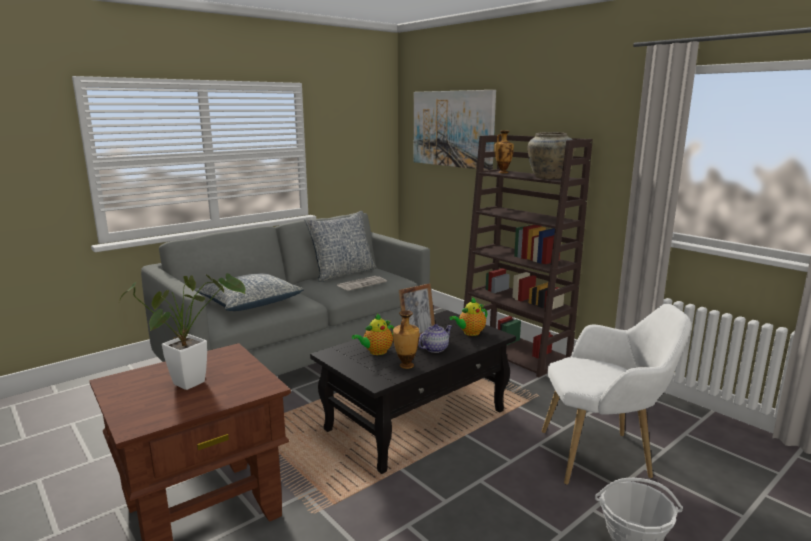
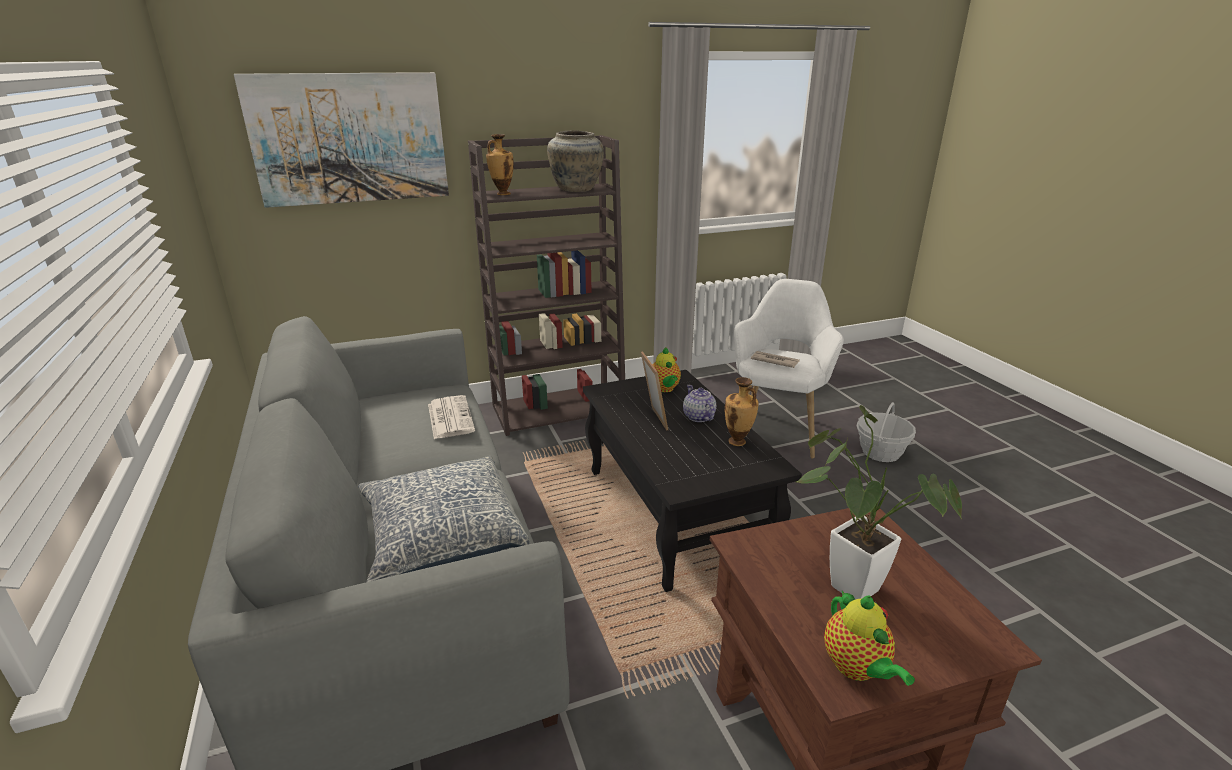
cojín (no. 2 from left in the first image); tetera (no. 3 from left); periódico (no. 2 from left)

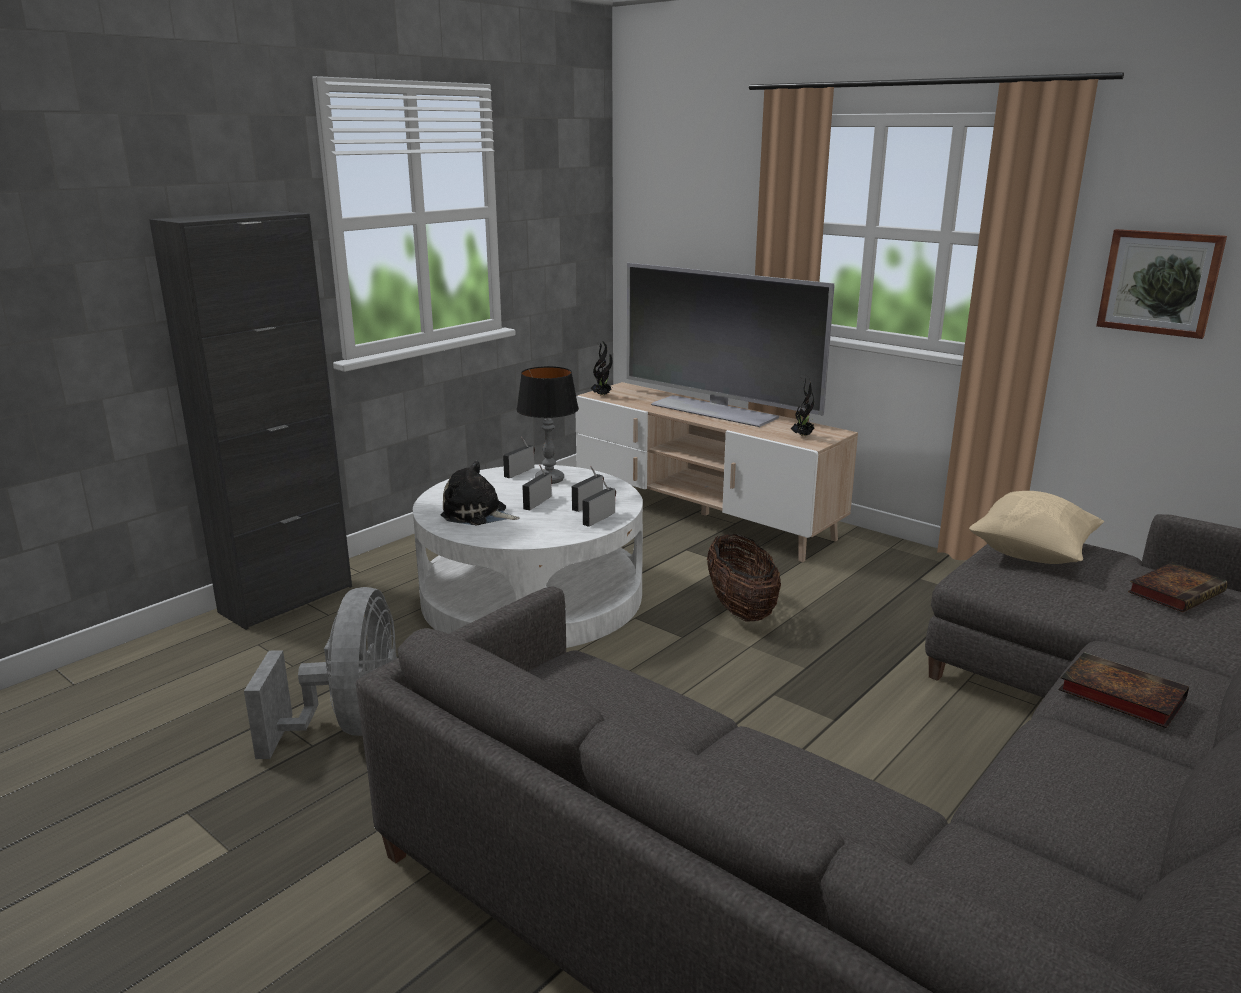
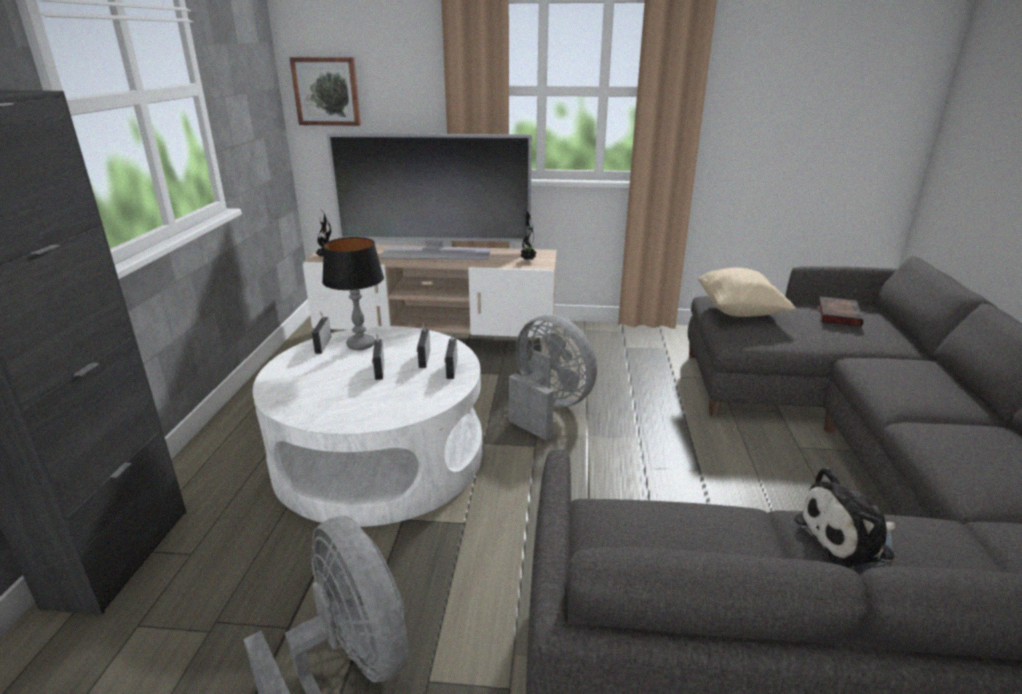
cuadro; peluche; ventilador/gris (no. 2 from left); libro (no. 1 from left in the first image)

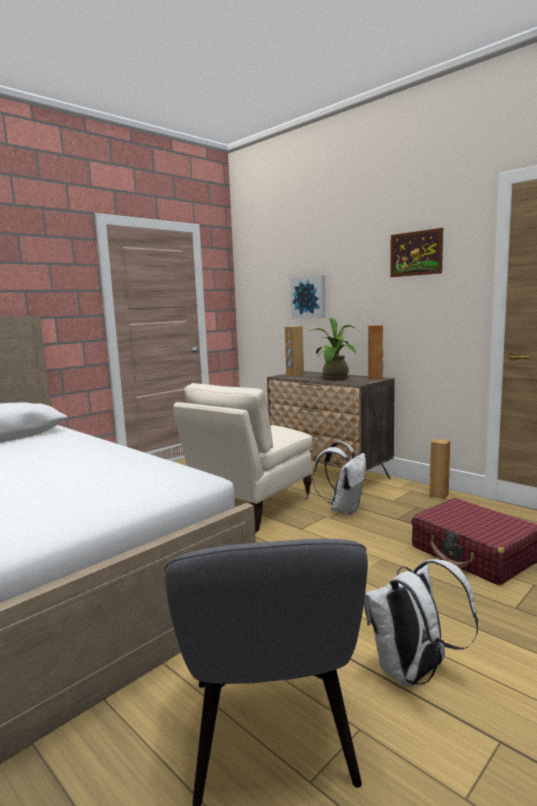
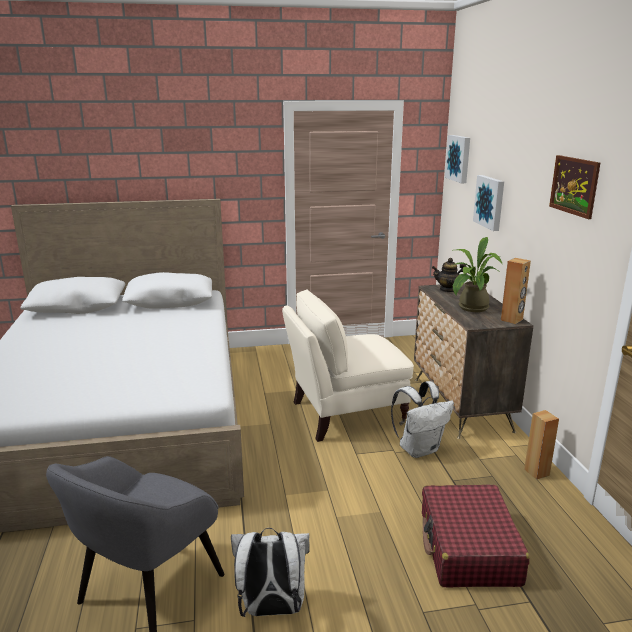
tetera; cuadro (no. 1 from left)

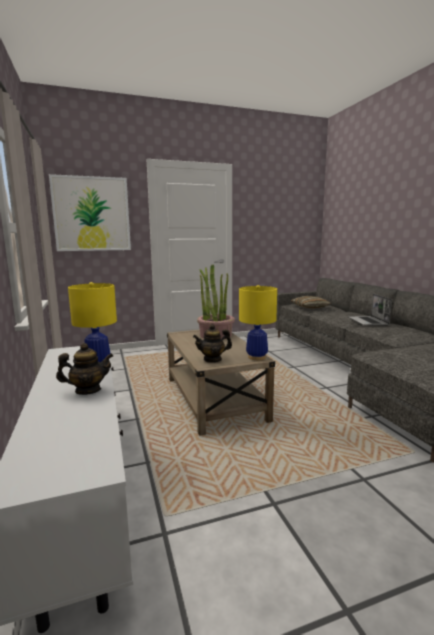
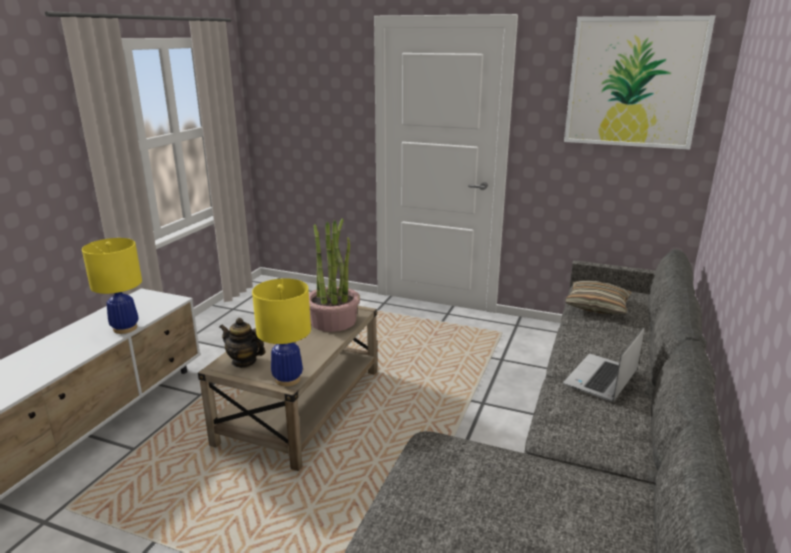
cuadro; tetera (no. 1 from left in the first image)

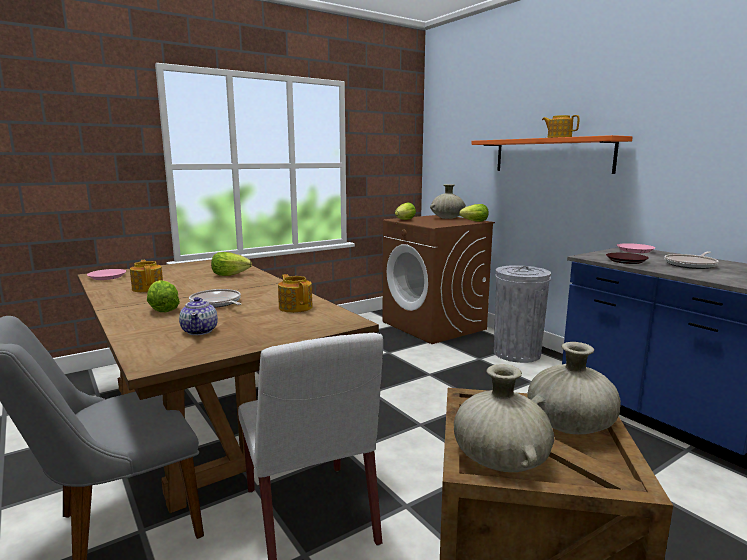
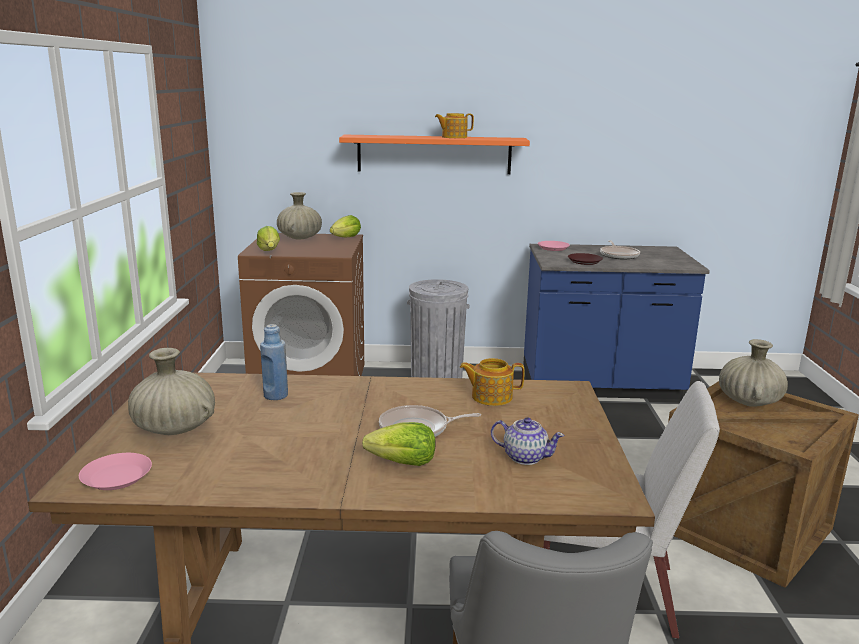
botella/azul; tetera (no. 1 from left in the first image); florero/beis (no. 1 from left)

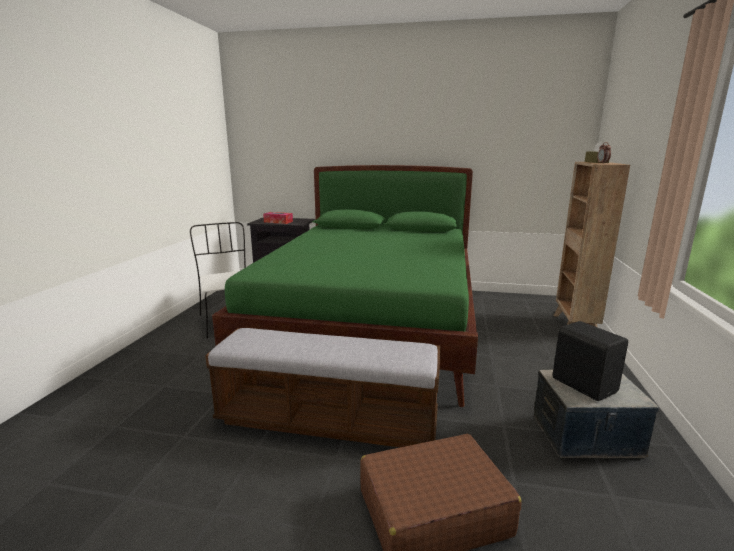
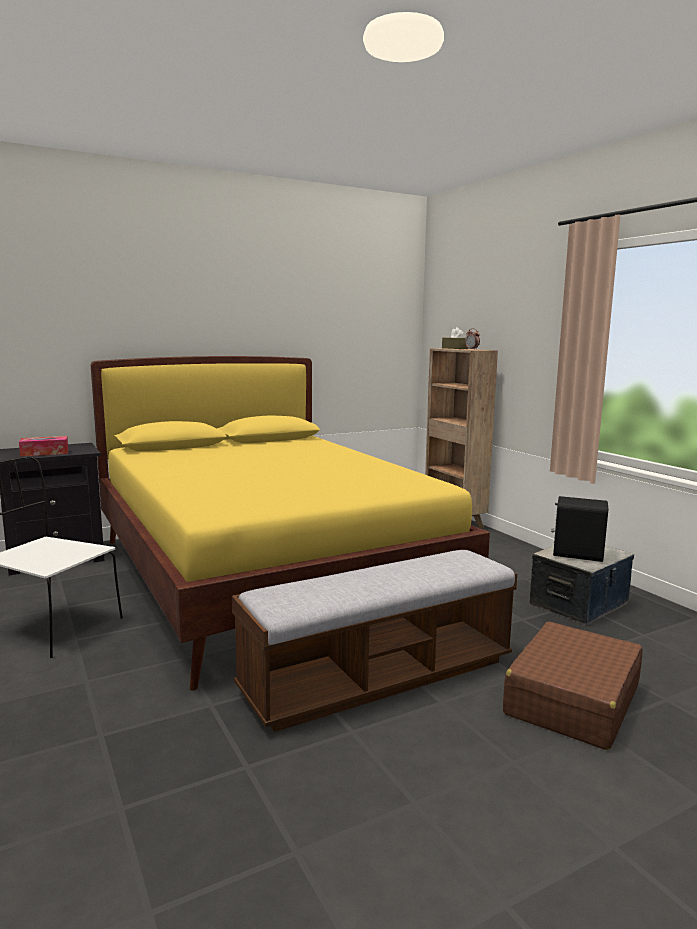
cama/amarillo

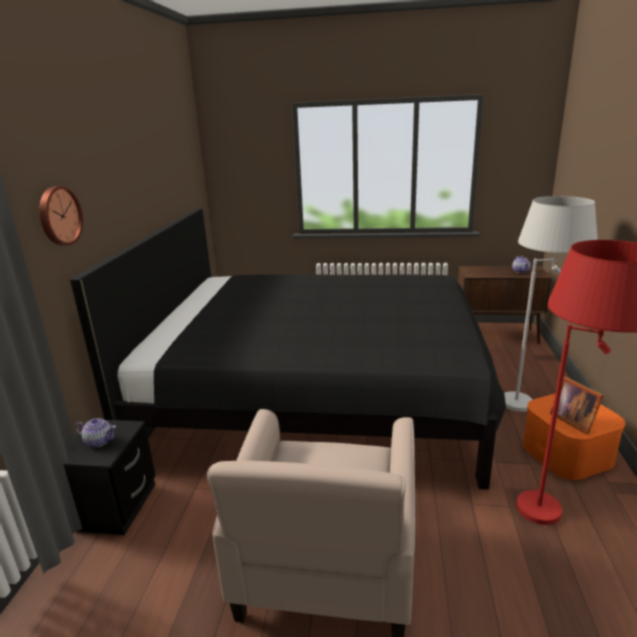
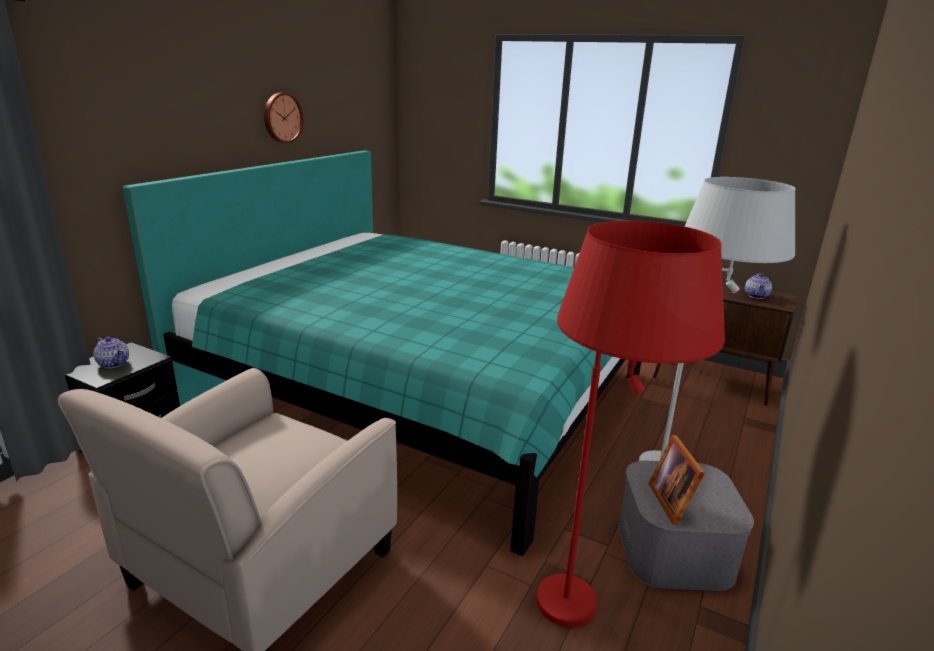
reloj de pared; cama/turquesa; caja de almacenaje/gris

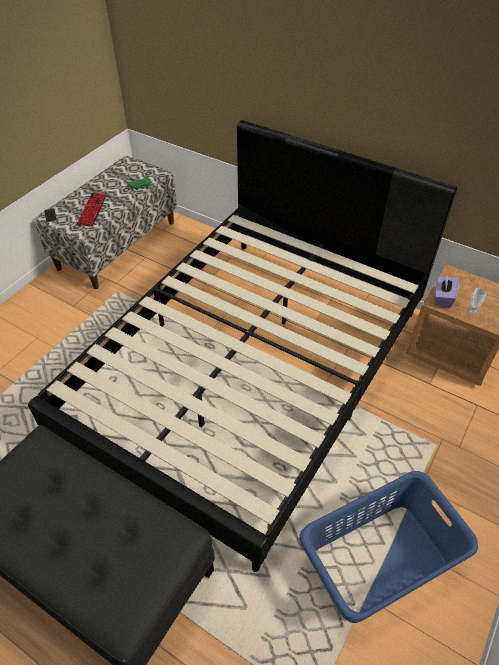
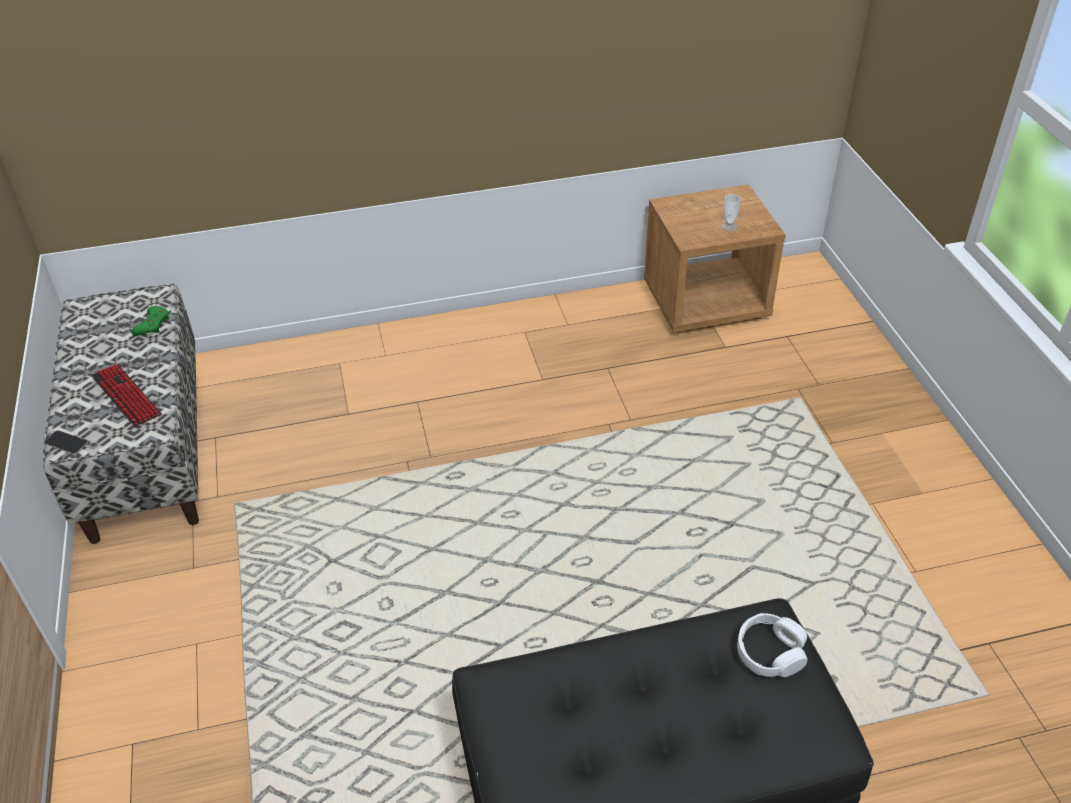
cama/negro; caja de pañuelos/morado; cesto de la ropa/azul; auriculares/blanco

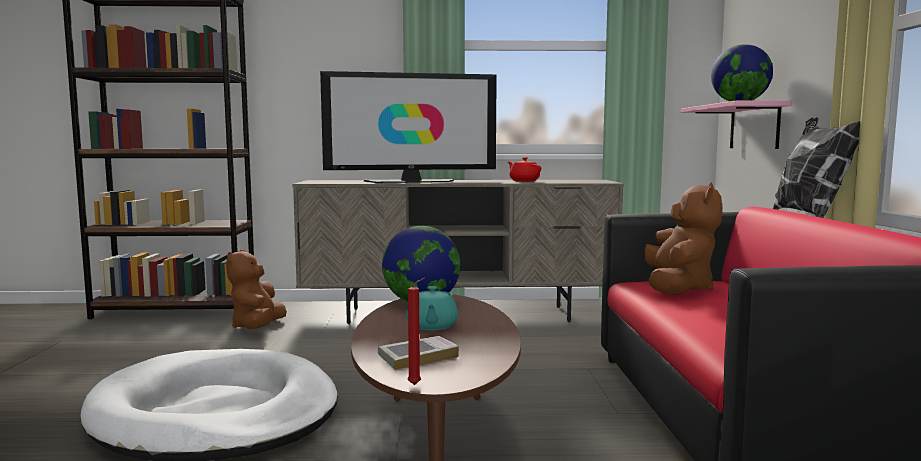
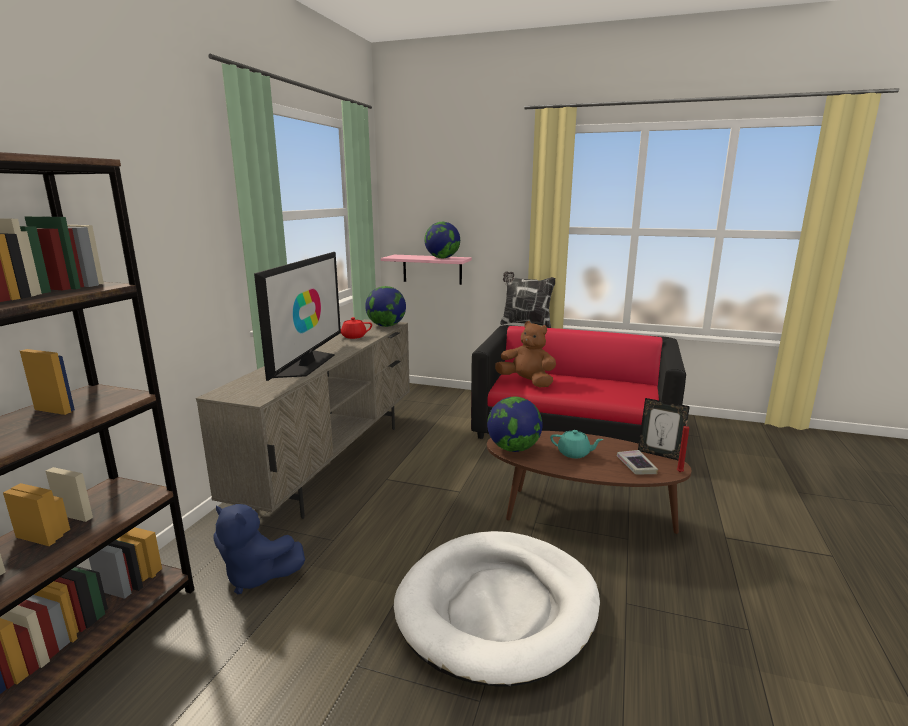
peluche/azul; globo terráqueo (no. 1 from left); portarretratos

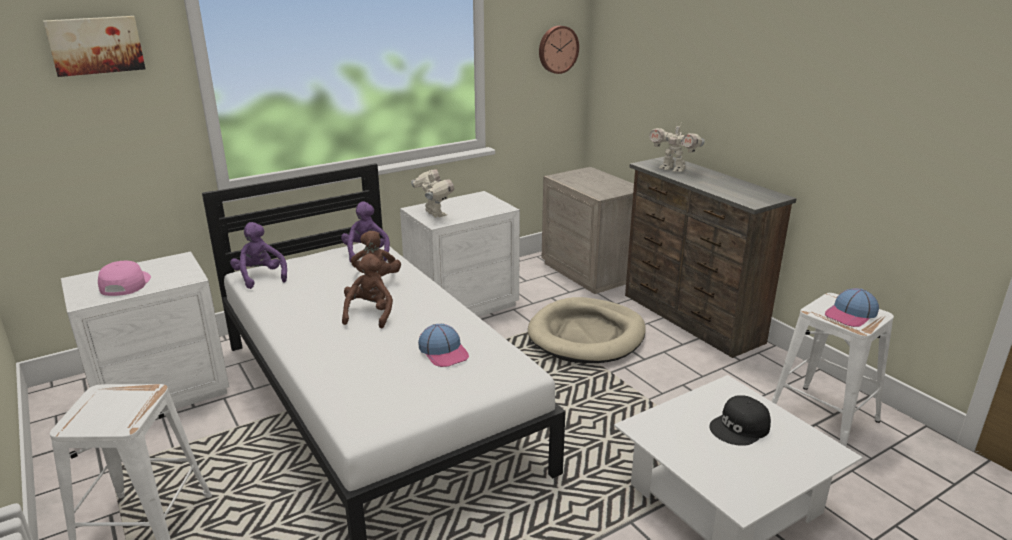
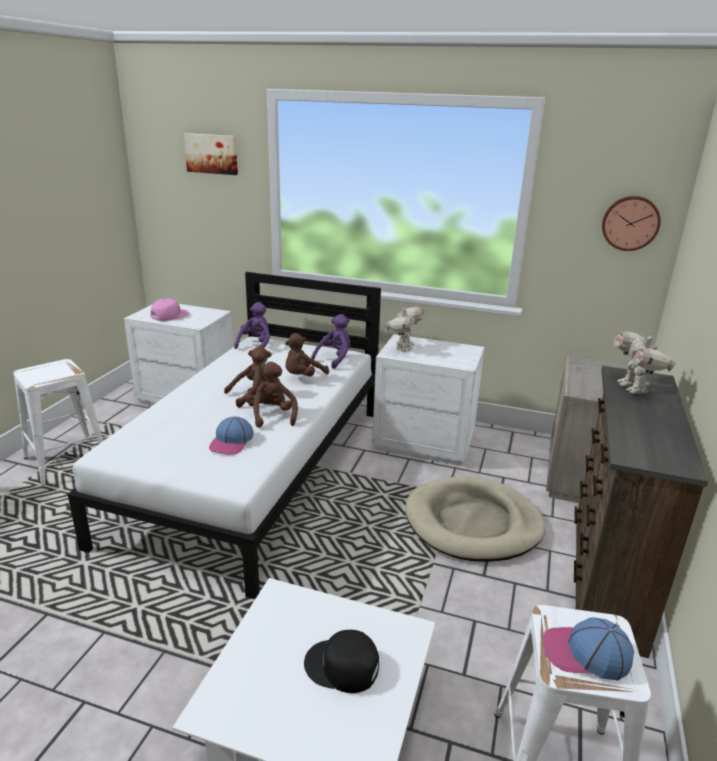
peluche/marrón (no. 2 from left)

